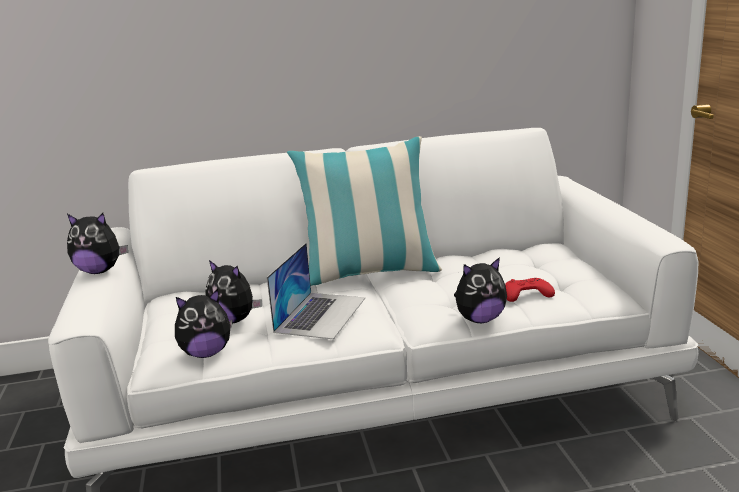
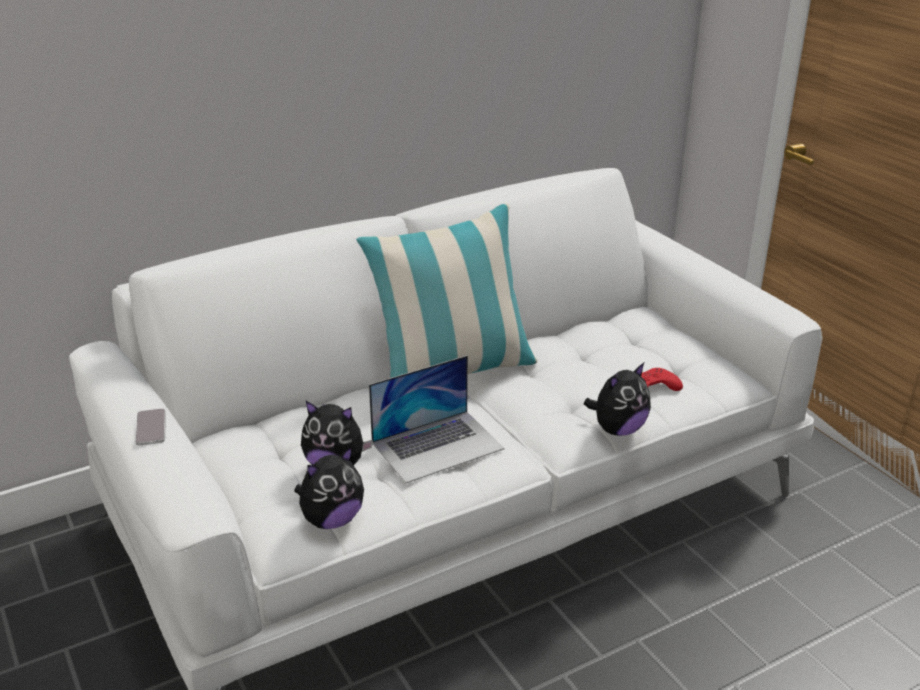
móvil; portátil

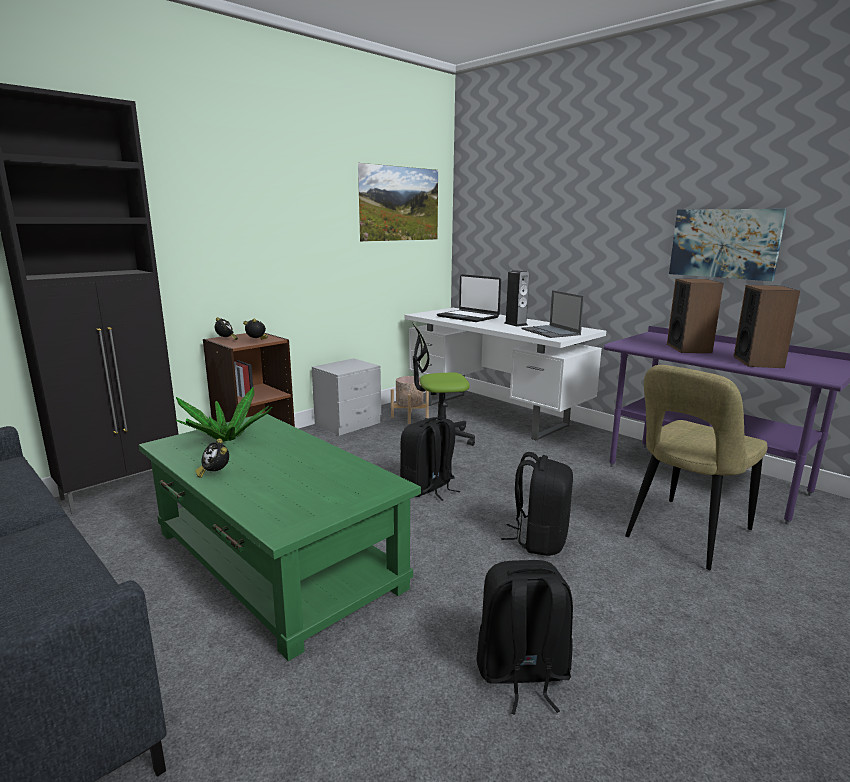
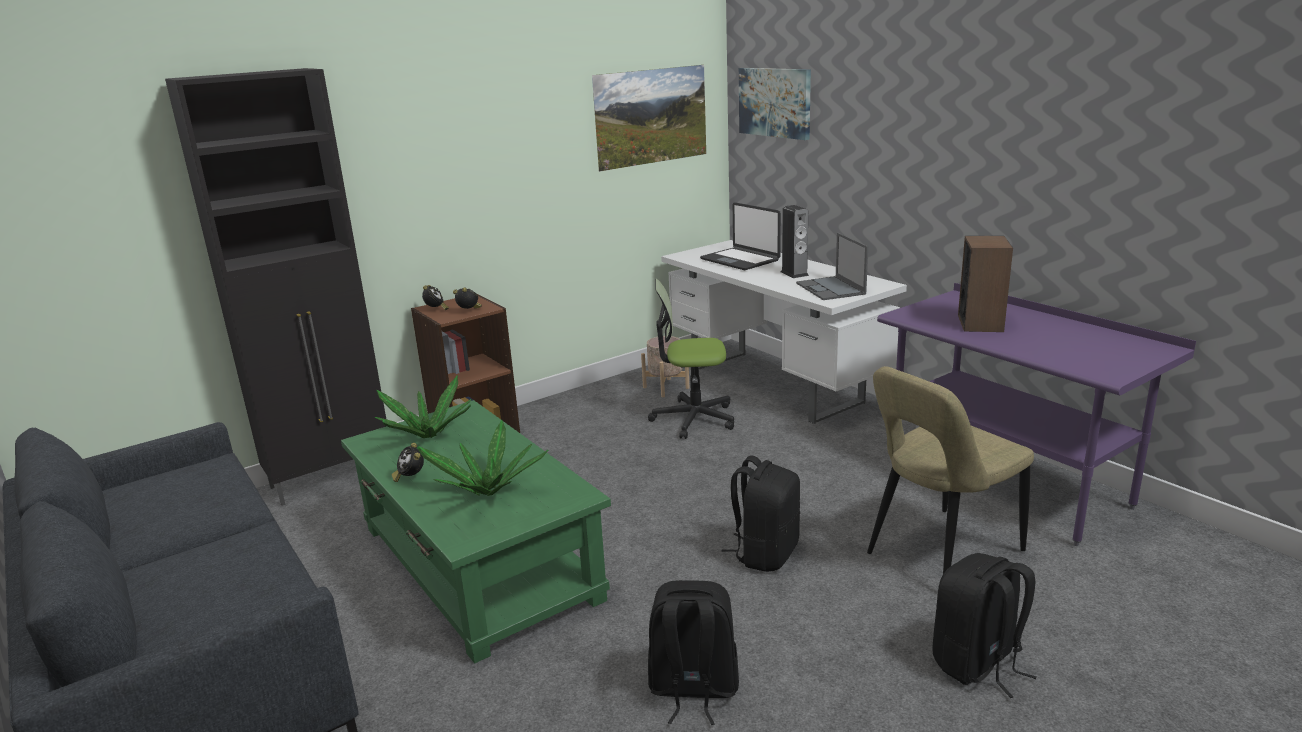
cuadro (no. 2 from left); altavoz (no. 3 from left in the first image); mesita de noche/gris; mochila/negro (no. 3 from left); planta en maceta (no. 2 from left)

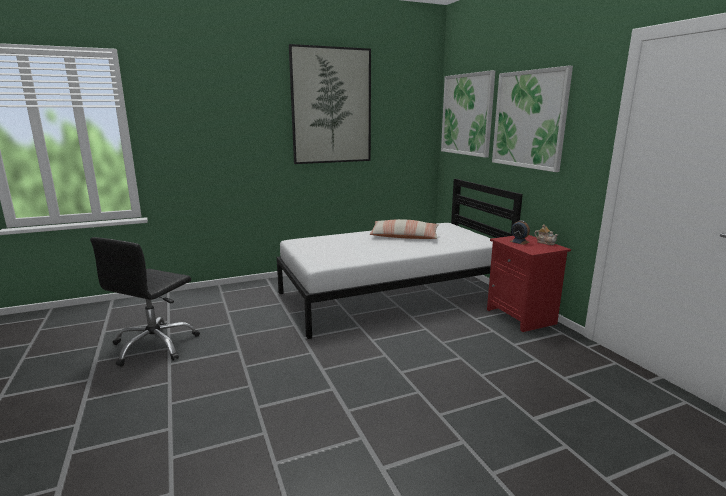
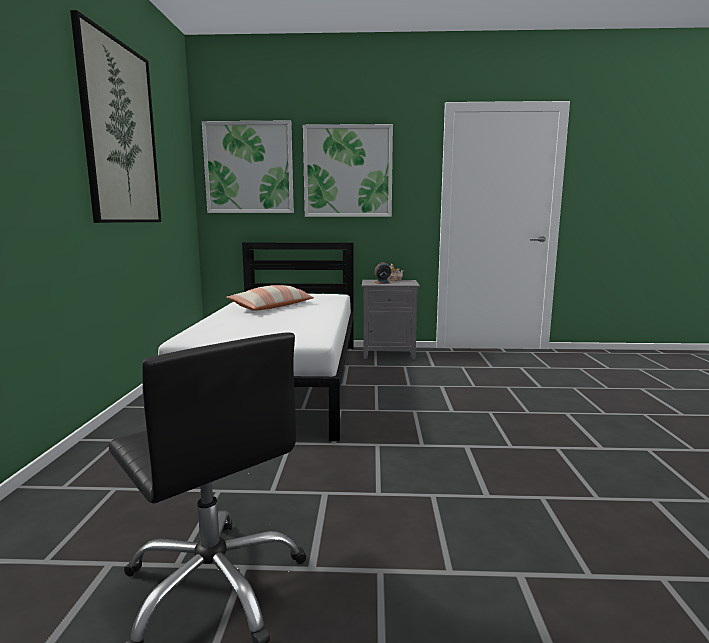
mesita de noche/gris

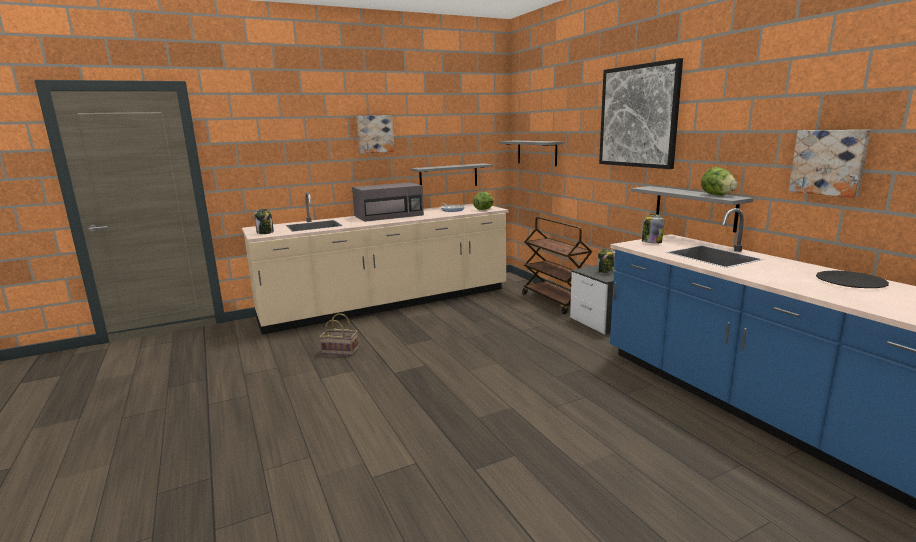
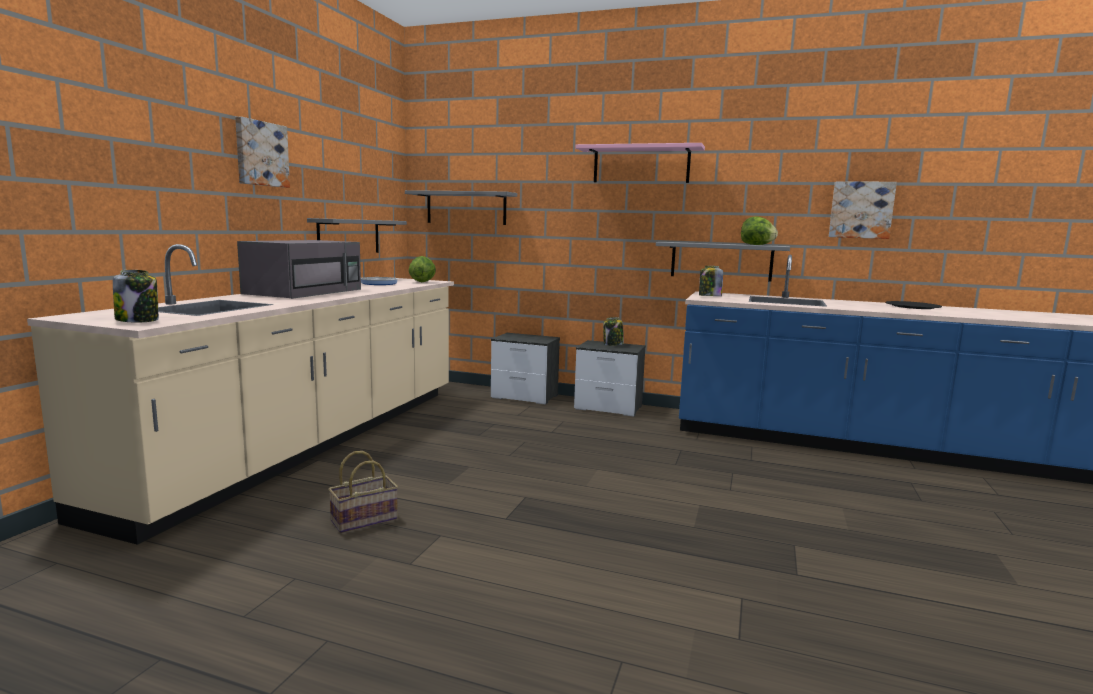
estante/rosa; mesita de noche (no. 1 from left)

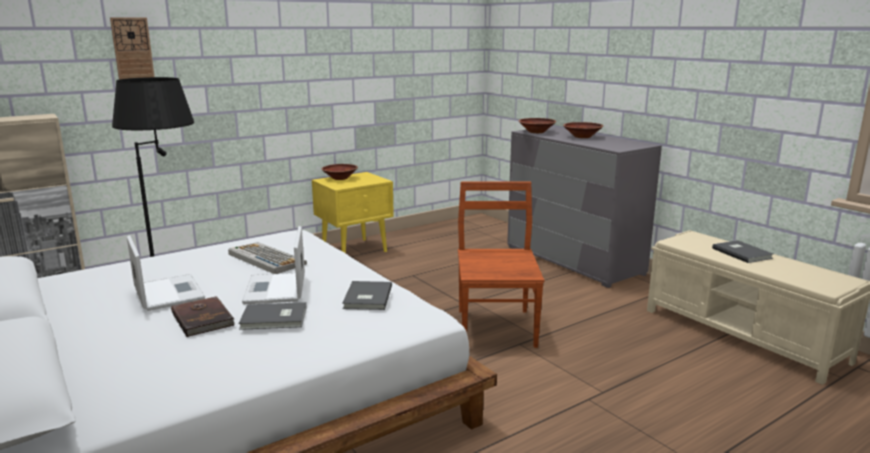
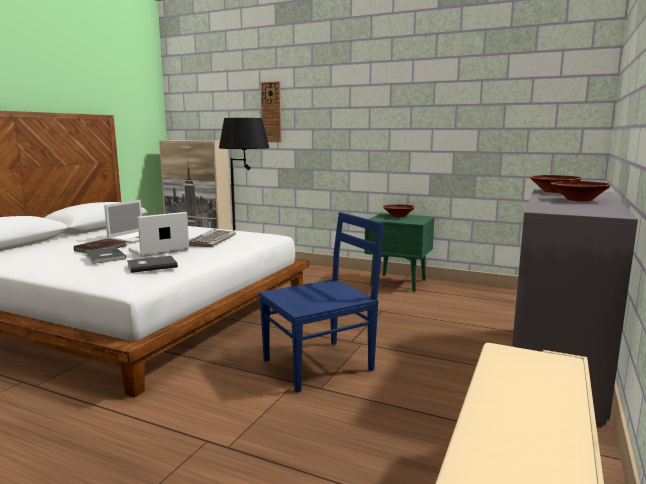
mesita de noche/verde; silla/azul; libro/gris (no. 3 from left in the first image)

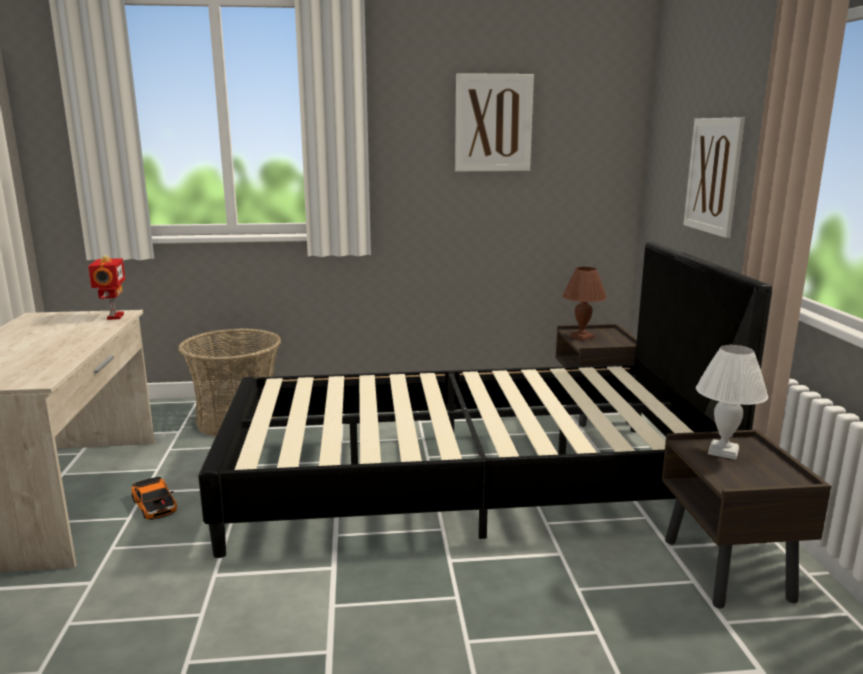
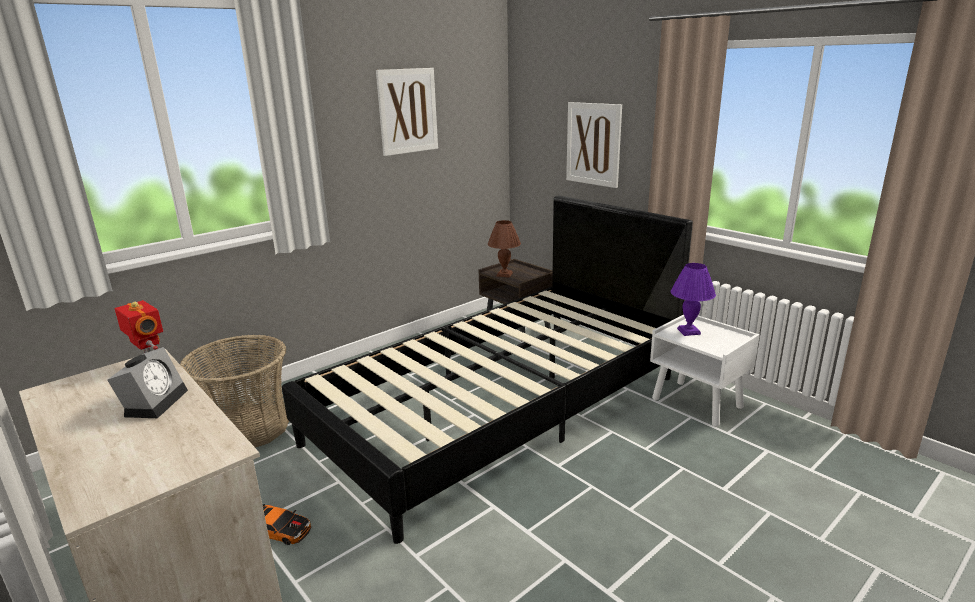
lámpara de mesa/morado; mesita de noche/blanco; despertador

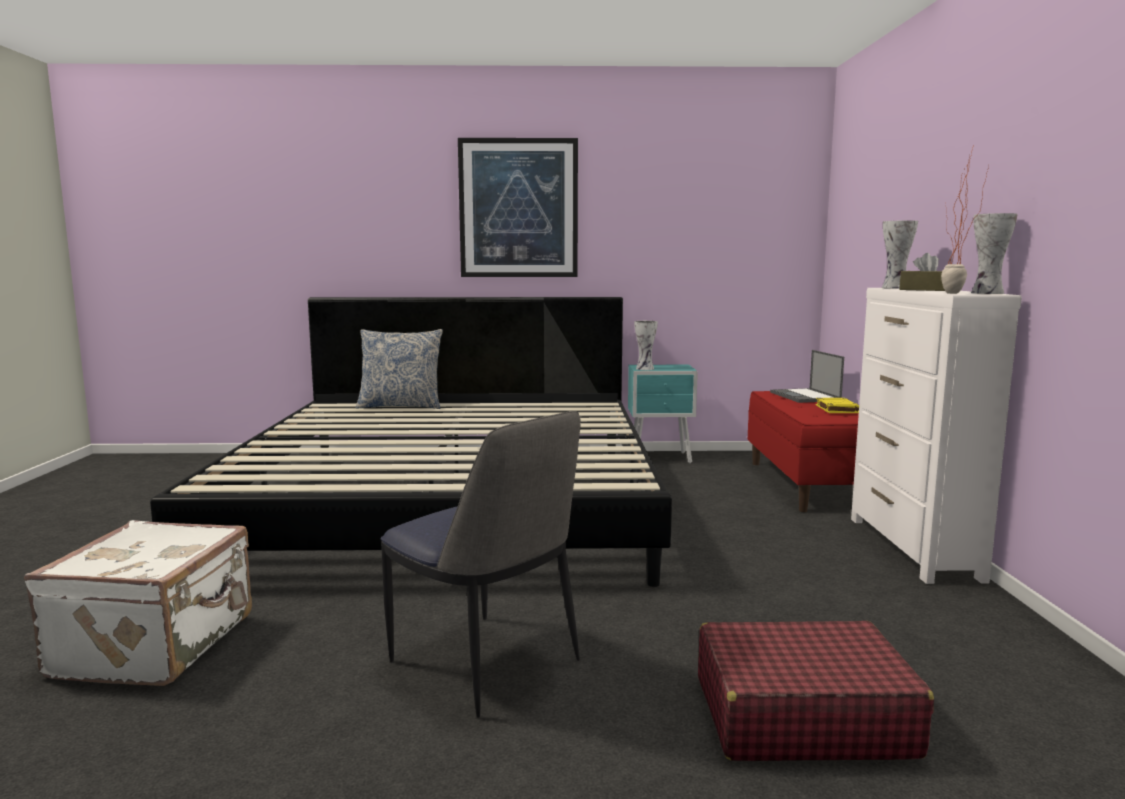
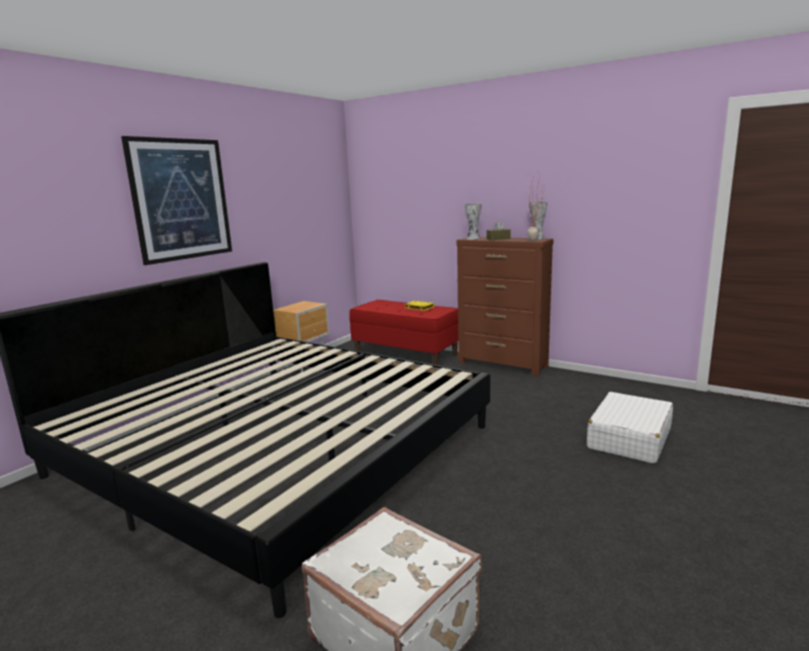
cómoda/marrón; florero (no. 1 from left in the first image); cojín; portátil; mesita de noche/marrón; silla; maleta/blanco (no. 2 from left)

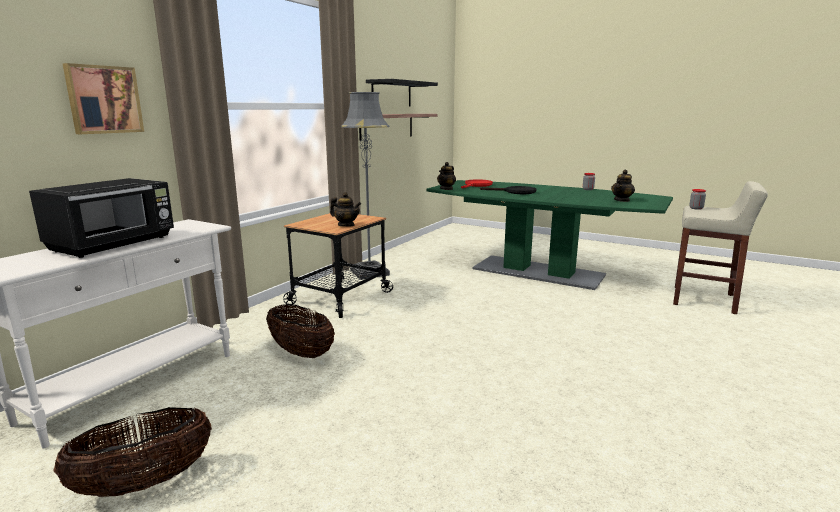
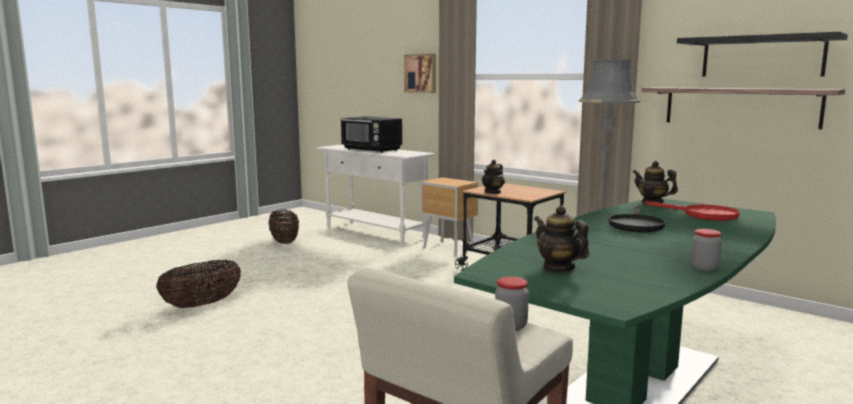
cesta (no. 1 from left); mesita de noche/marrón

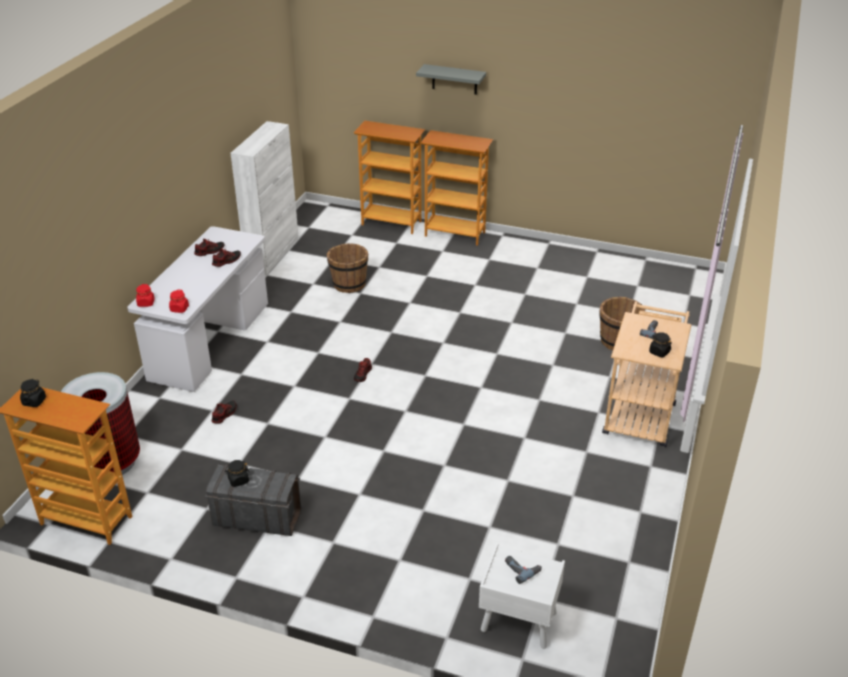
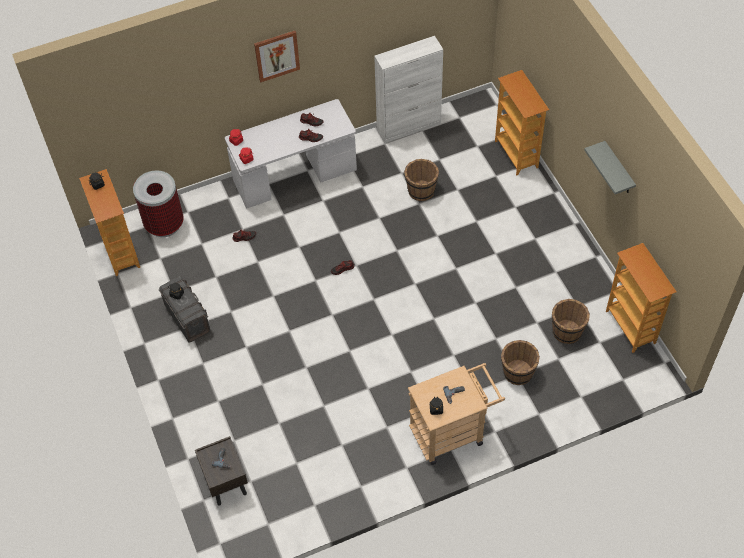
estante/gris; estantería (no. 3 from left); mesita de noche/marrón; cuadro; cubo/marrón (no. 3 from left)

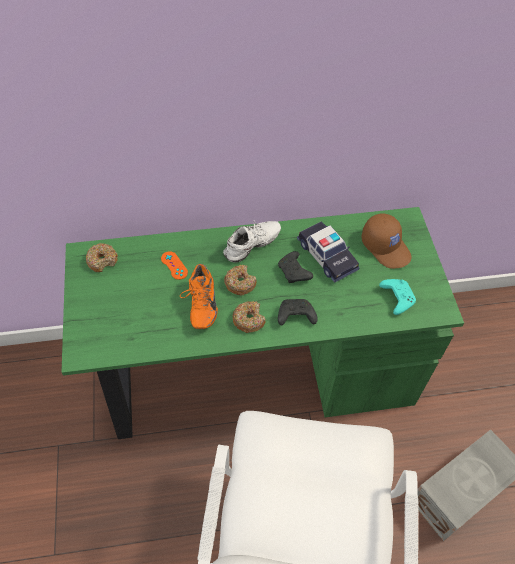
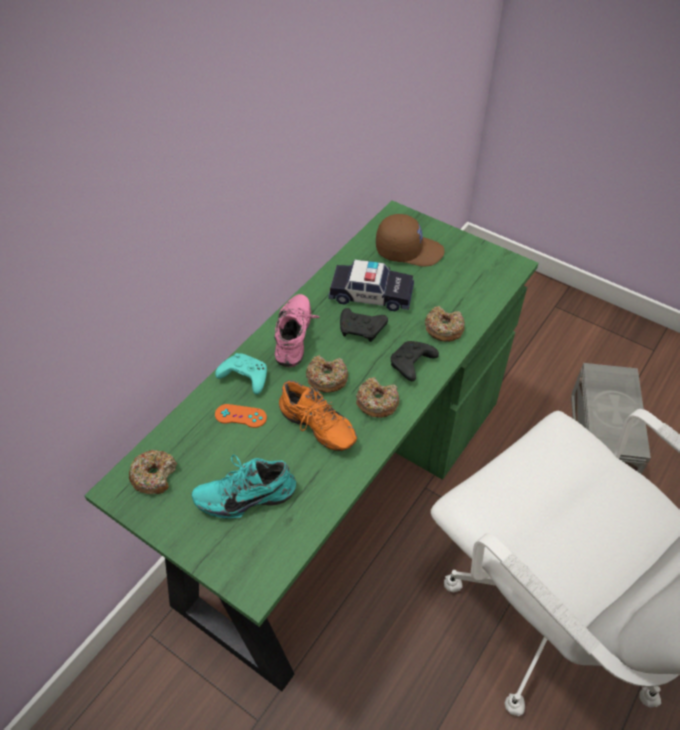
zapato/rosa; mando de consola/turquesa; rosquilla (no. 4 from left); zapato/turquesa

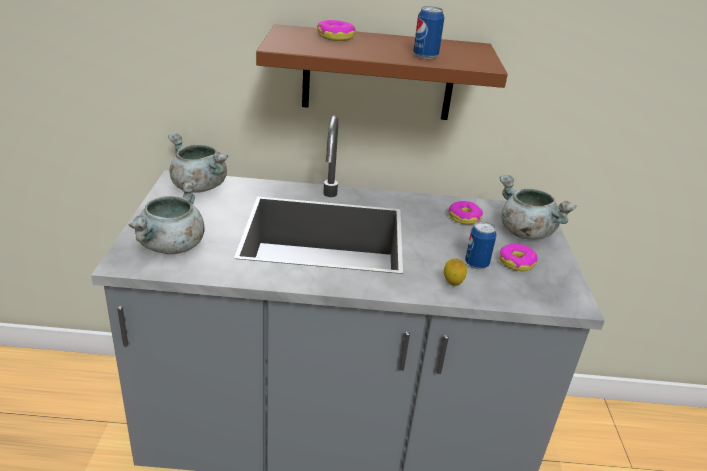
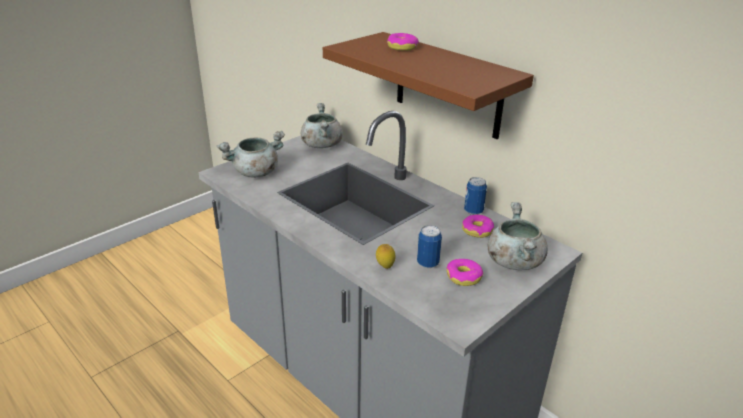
lata (no. 2 from left)

